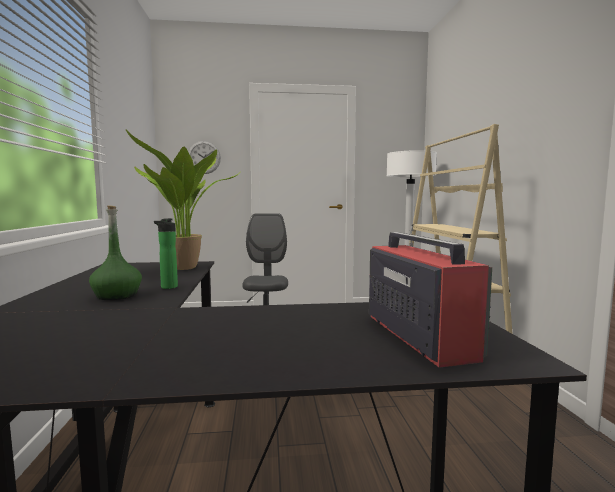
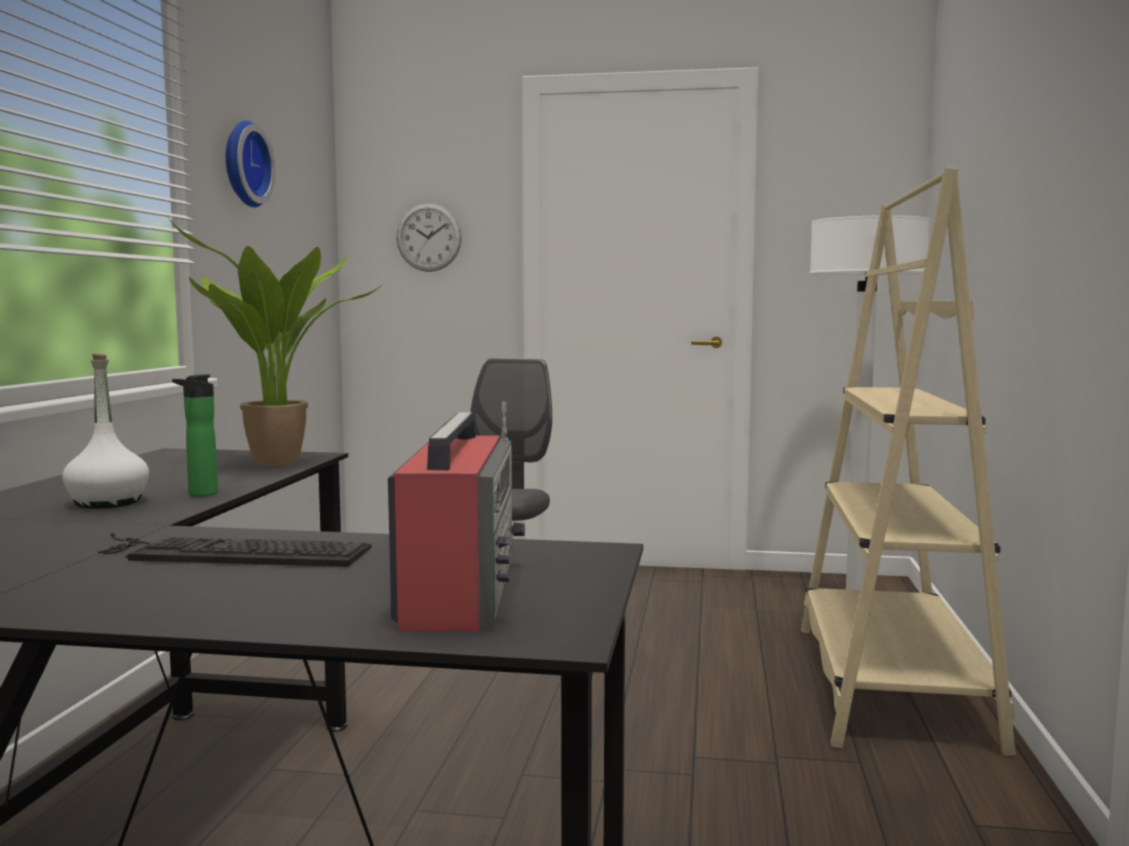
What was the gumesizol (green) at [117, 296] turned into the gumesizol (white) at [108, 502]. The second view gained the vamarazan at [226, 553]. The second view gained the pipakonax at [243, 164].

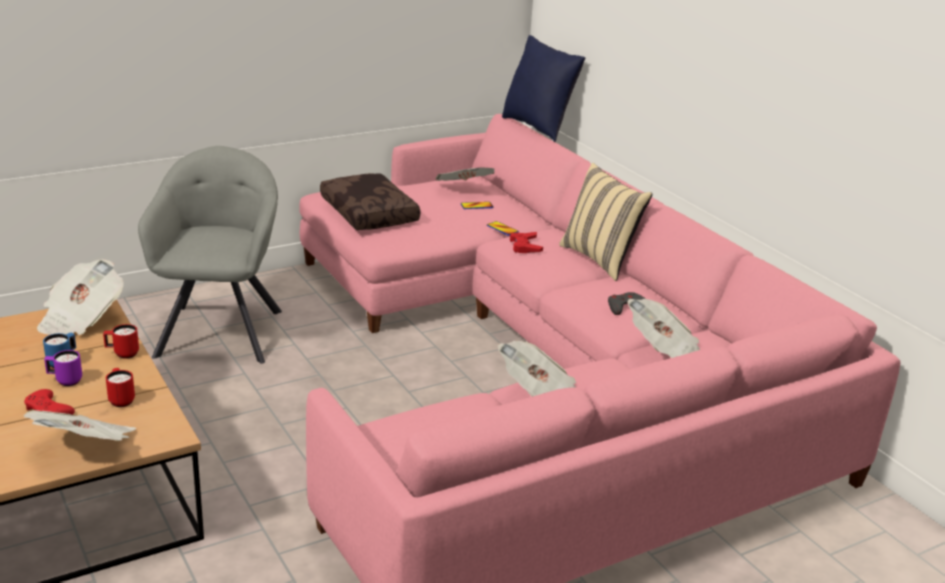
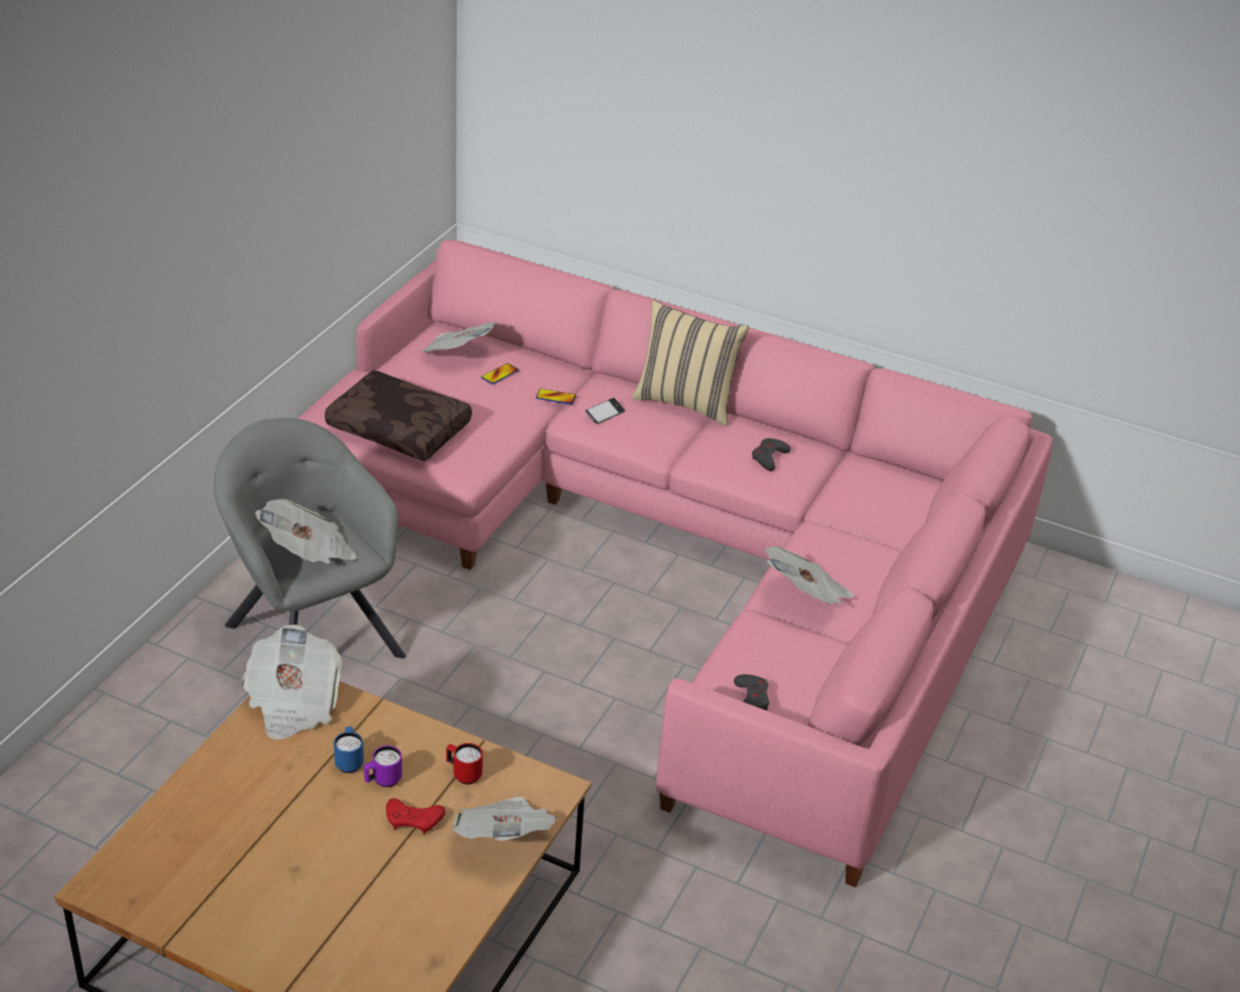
The second view lost the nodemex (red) at [122, 354]. The second view lost the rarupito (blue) at [538, 127]. Where the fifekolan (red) stood at [525, 246], the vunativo came to stand at [604, 414]. The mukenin ended up elsewhere, having gone from [664, 352] to [308, 553]. The second view gained the fifekolan (grey) at [750, 699].

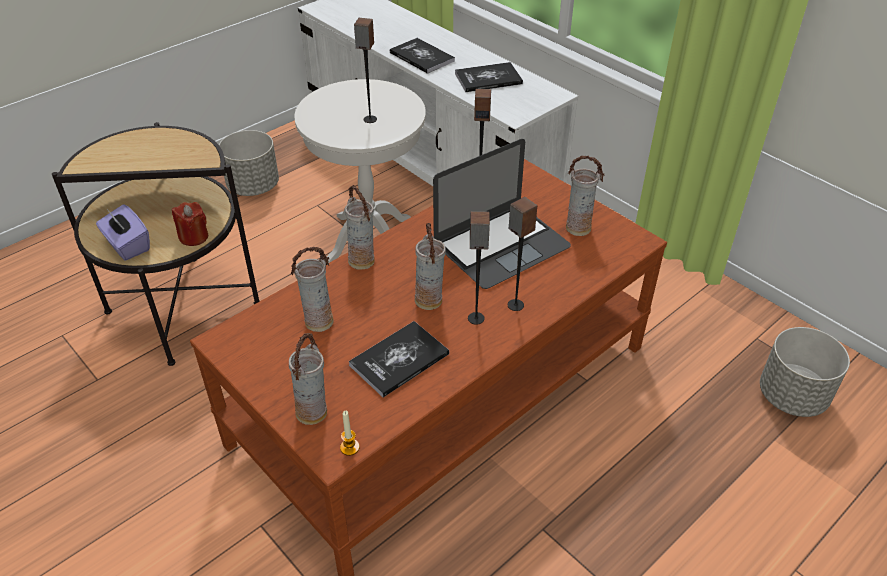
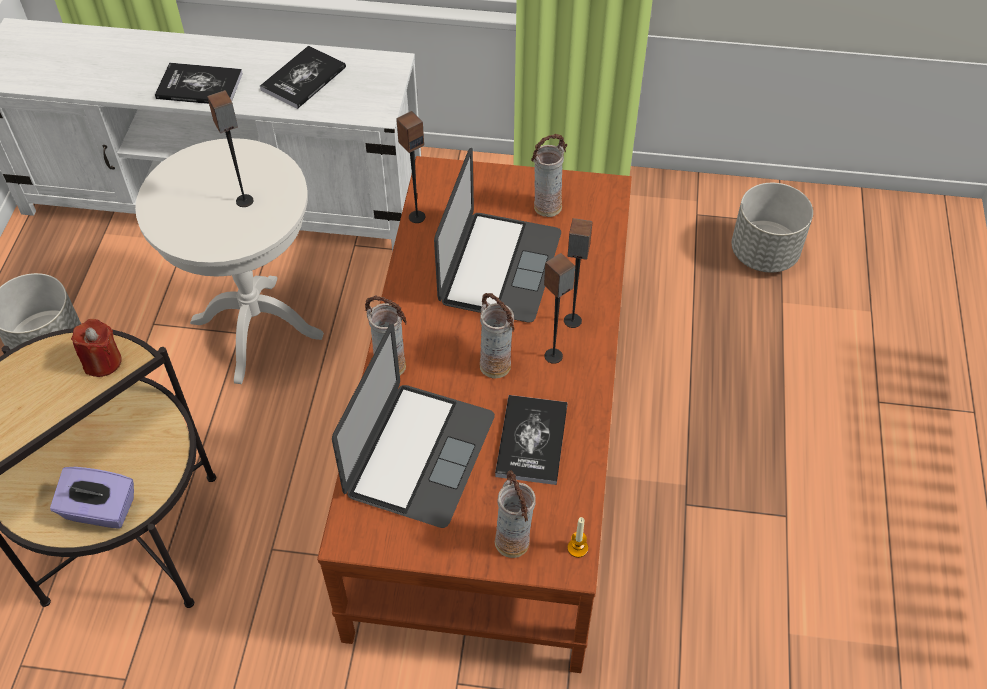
The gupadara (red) ended up elsewhere, having gone from [194, 237] to [102, 362]. Where the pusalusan stood at [318, 321], the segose came to stand at [419, 454].

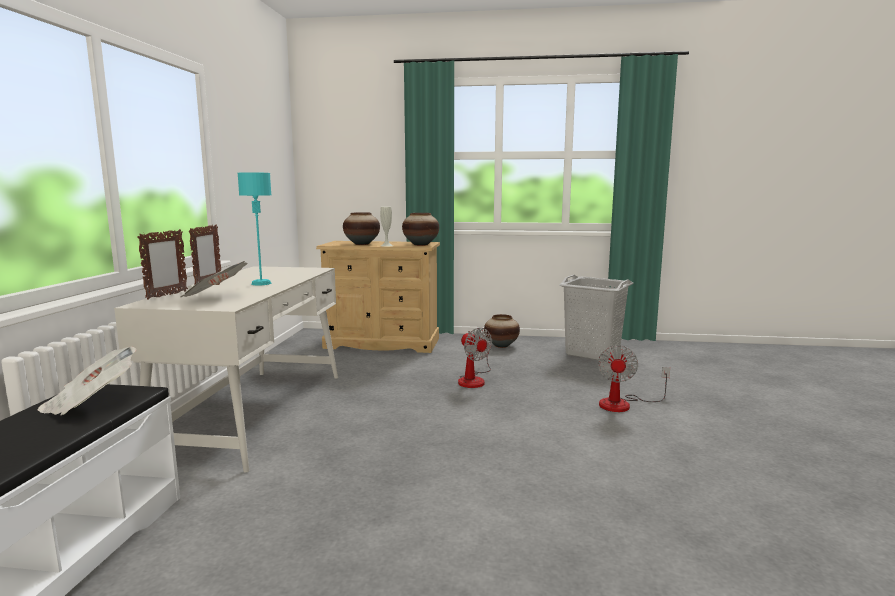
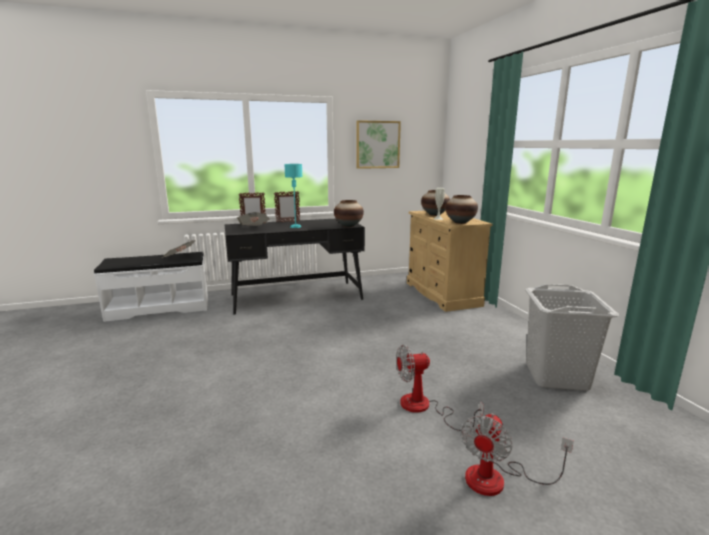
What was the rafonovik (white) at [256, 412] turned into the rafonovik (black) at [296, 297]. The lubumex ended up elsewhere, having gone from [474, 379] to [498, 479]. The pusalusan ended up elsewhere, having gone from [501, 345] to [348, 226]. The second view gained the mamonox at [377, 144].

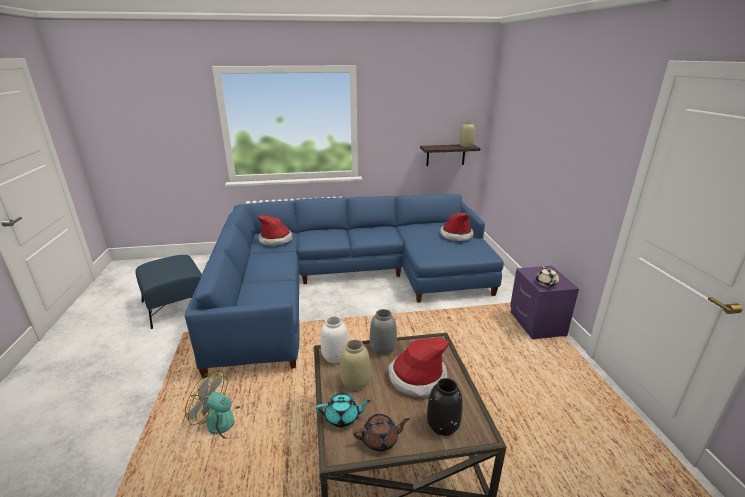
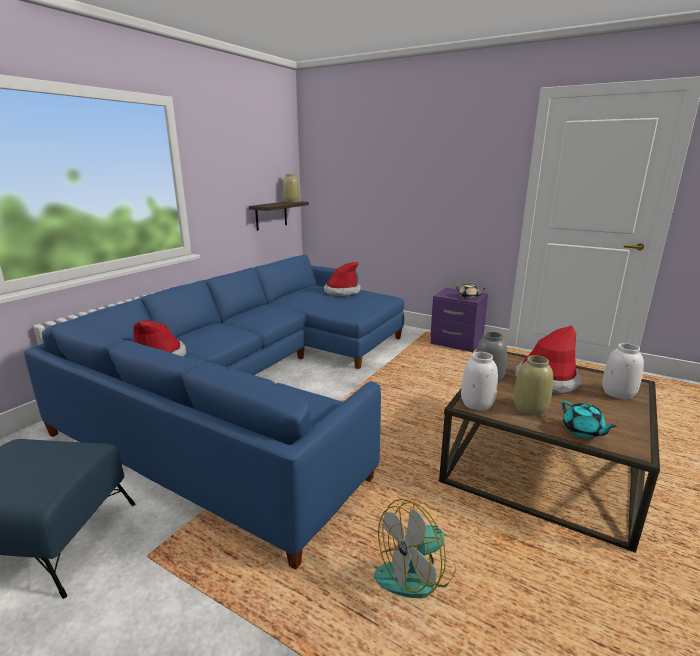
The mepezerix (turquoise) at [343, 417] ended up facing another way, 120 degrees clockwise from before. The second view lost the mepezerix (brown) at [380, 440]. What was the pusalusan (black) at [442, 424] turned into the pusalusan (white) at [617, 393].

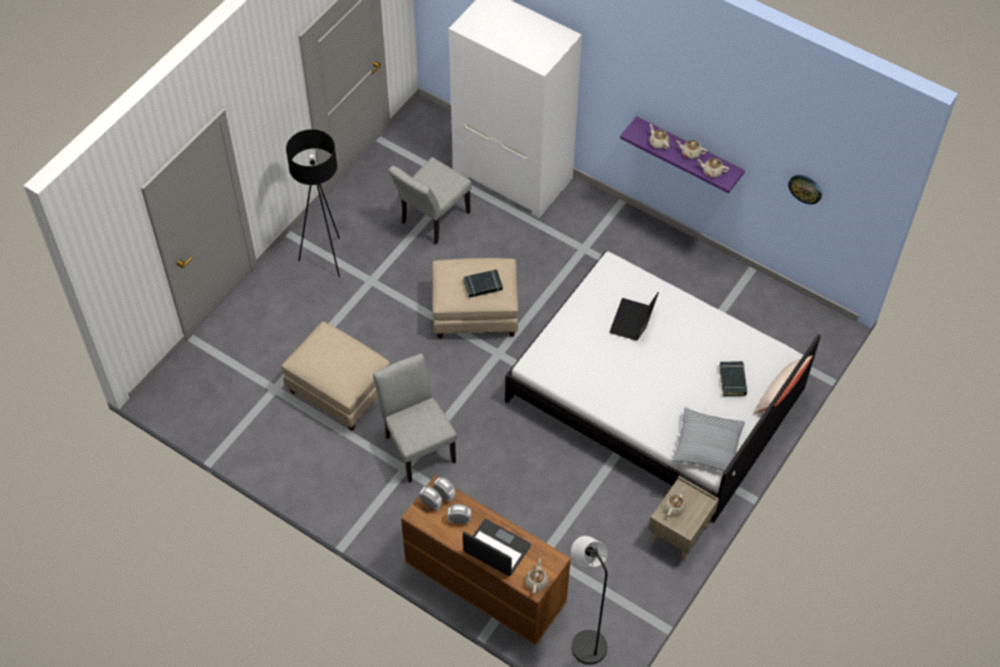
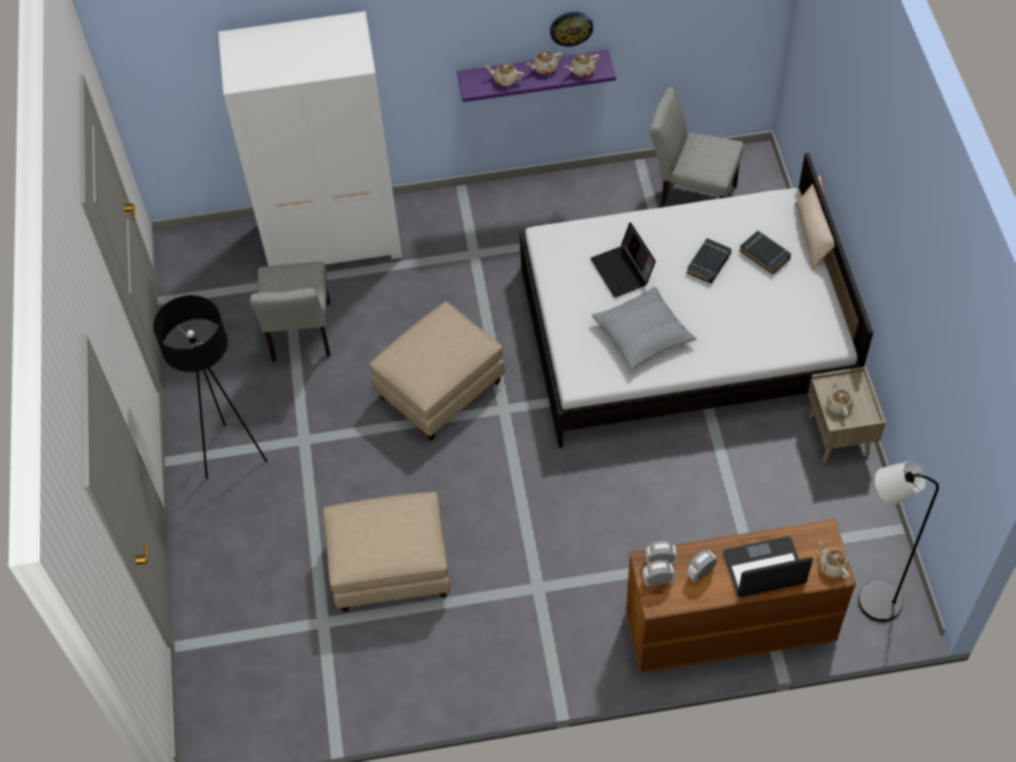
The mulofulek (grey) ended up elsewhere, having gone from [417, 444] to [691, 196]. The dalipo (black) ended up elsewhere, having gone from [483, 285] to [709, 263]. The rarupito ended up elsewhere, having gone from [707, 446] to [642, 334]. The pipakonax ended up elsewhere, having gone from [805, 188] to [571, 28].

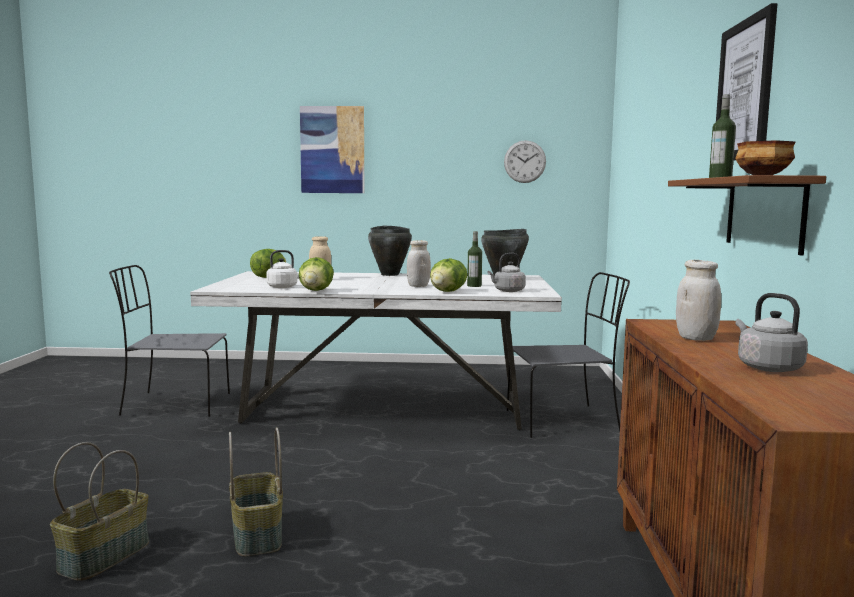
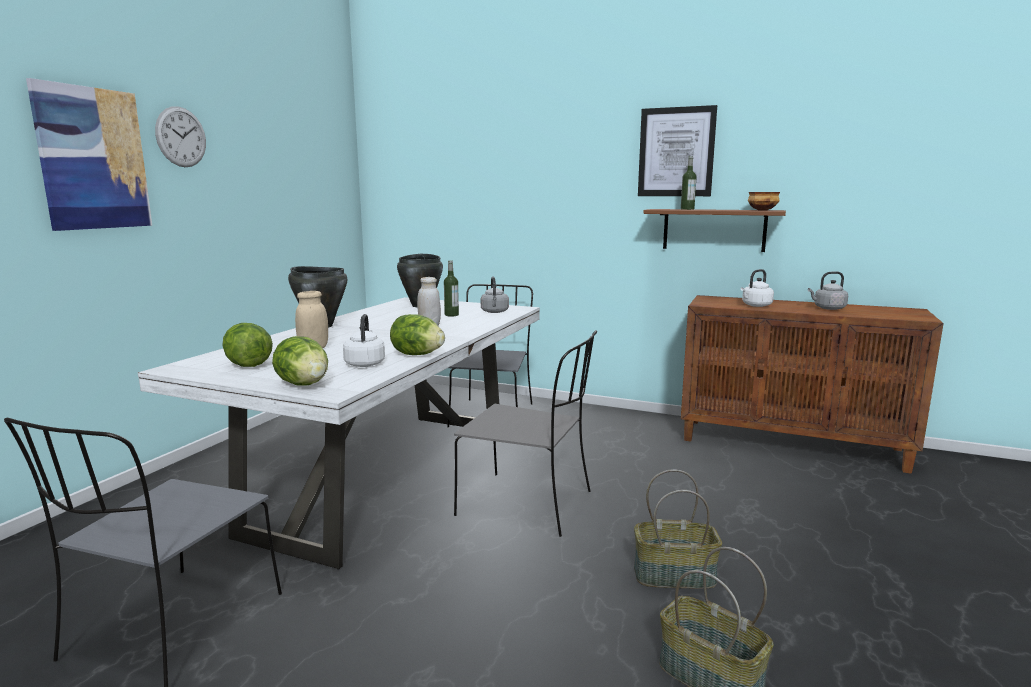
The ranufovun ended up elsewhere, having gone from [447, 292] to [304, 384]. The pipakonax ended up elsewhere, having gone from [525, 161] to [181, 137]. Where the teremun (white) stood at [696, 338], the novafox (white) came to stand at [755, 305]. The second view gained the mulofulek (grey) at [528, 504].

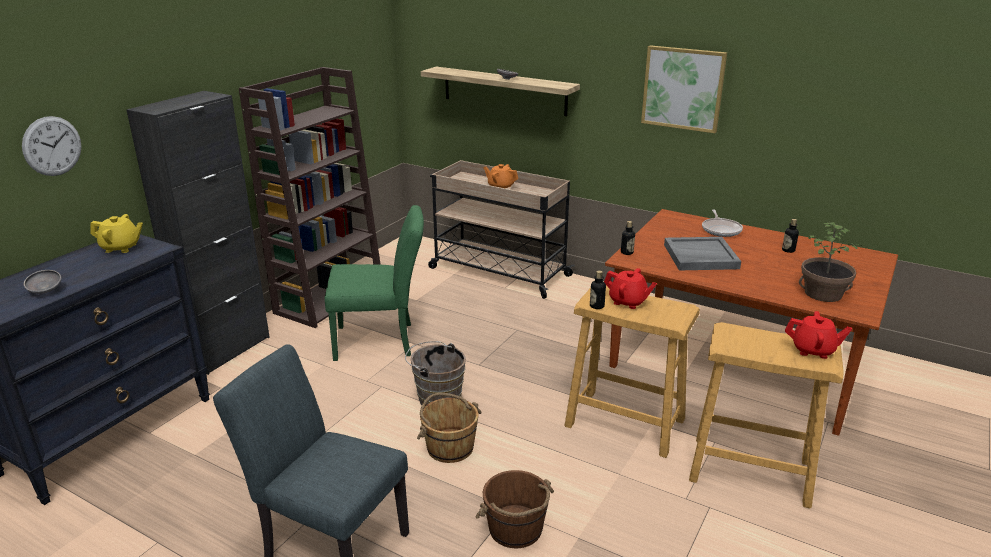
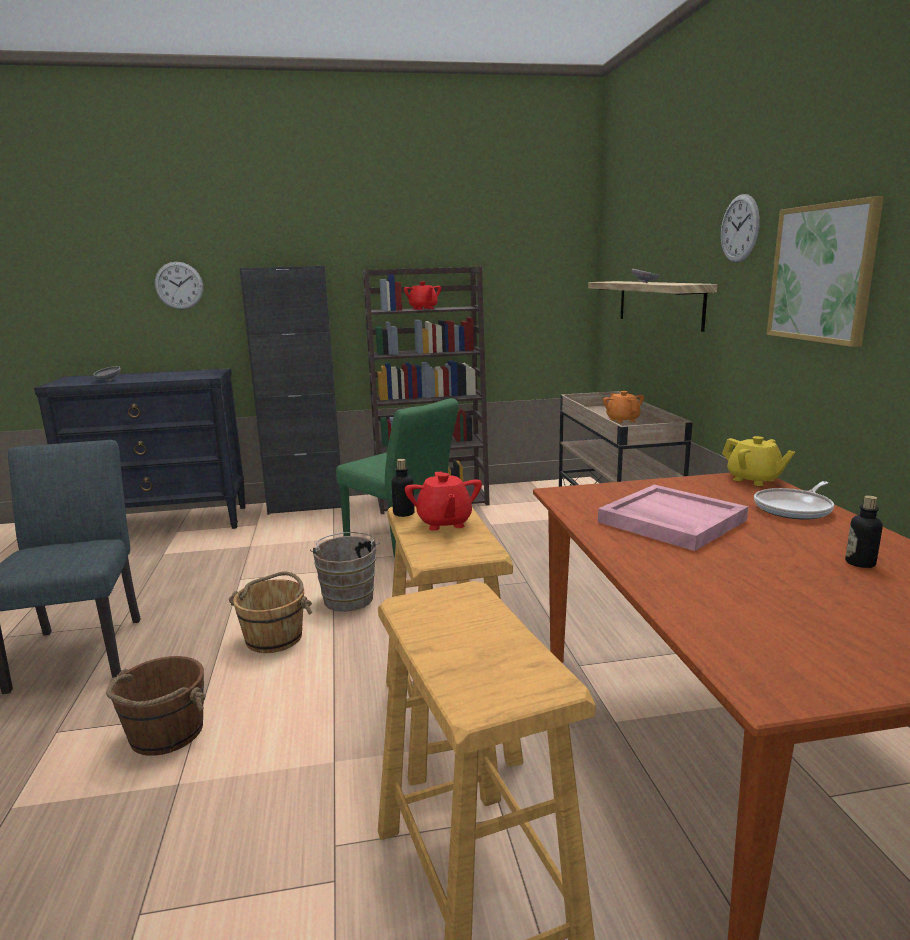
The mepezerix (yellow) ended up elsewhere, having gone from [121, 248] to [754, 480]. The second view lost the gumesizol at [627, 252]. What was the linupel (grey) at [700, 257] turned into the linupel (pink) at [670, 521]. The mepezerix (red) ended up elsewhere, having gone from [813, 350] to [423, 309]. The second view lost the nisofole at [823, 294]. The second view gained the pipakonax at [739, 228].

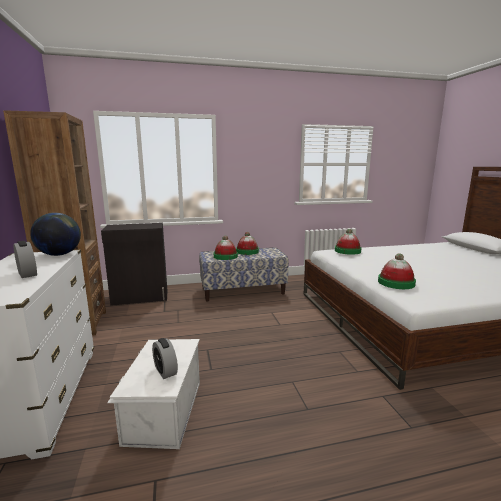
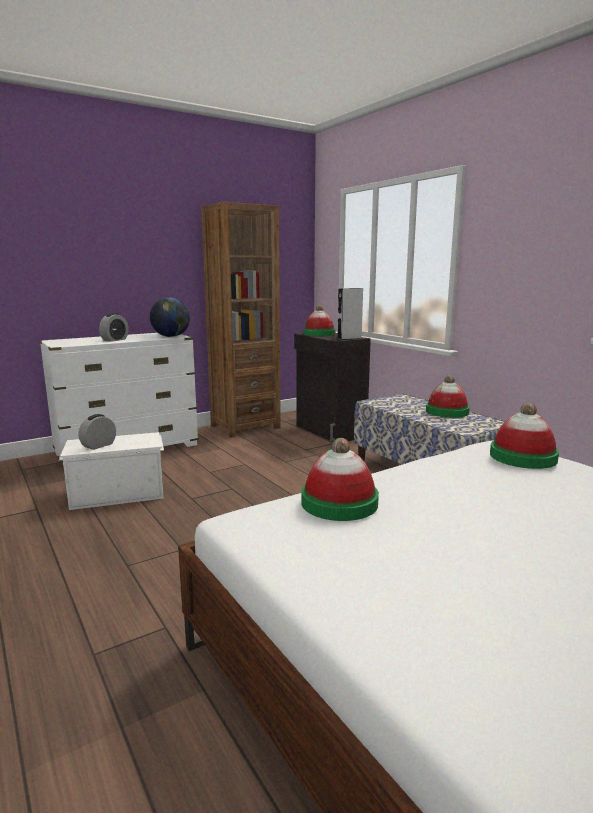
The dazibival ended up elsewhere, having gone from [225, 256] to [319, 334]. The second view gained the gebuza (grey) at [349, 338].

